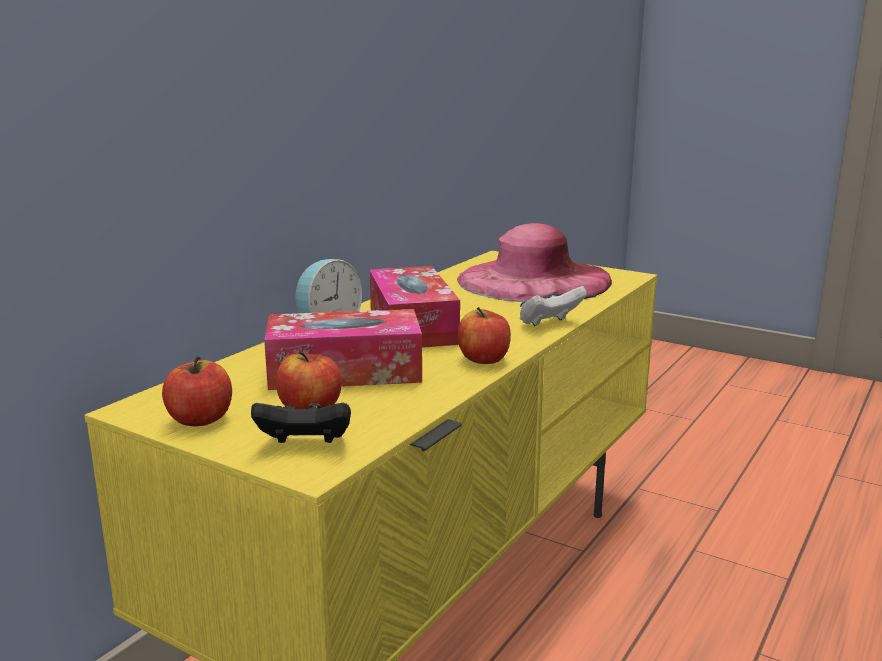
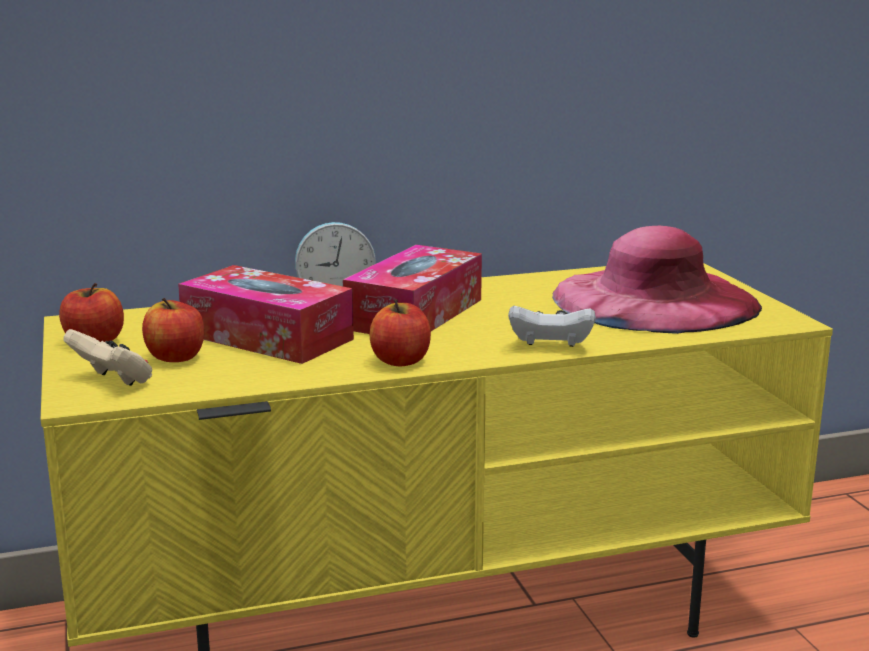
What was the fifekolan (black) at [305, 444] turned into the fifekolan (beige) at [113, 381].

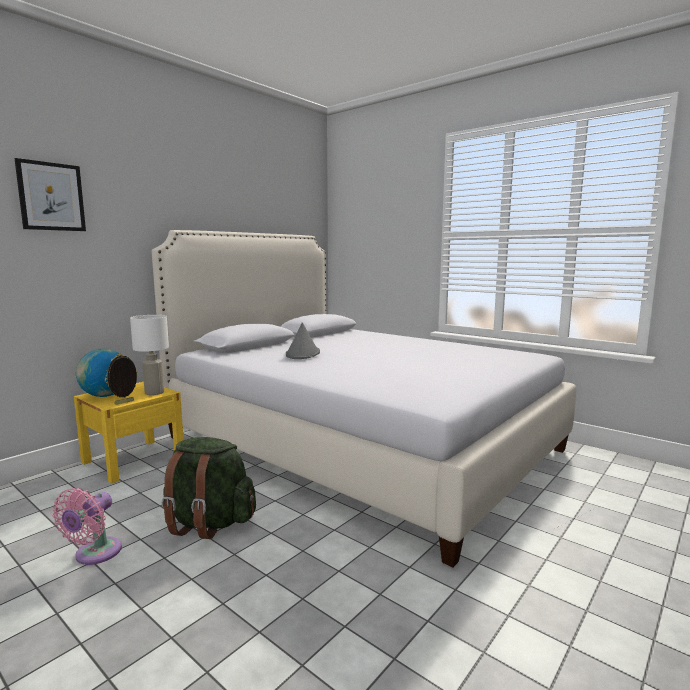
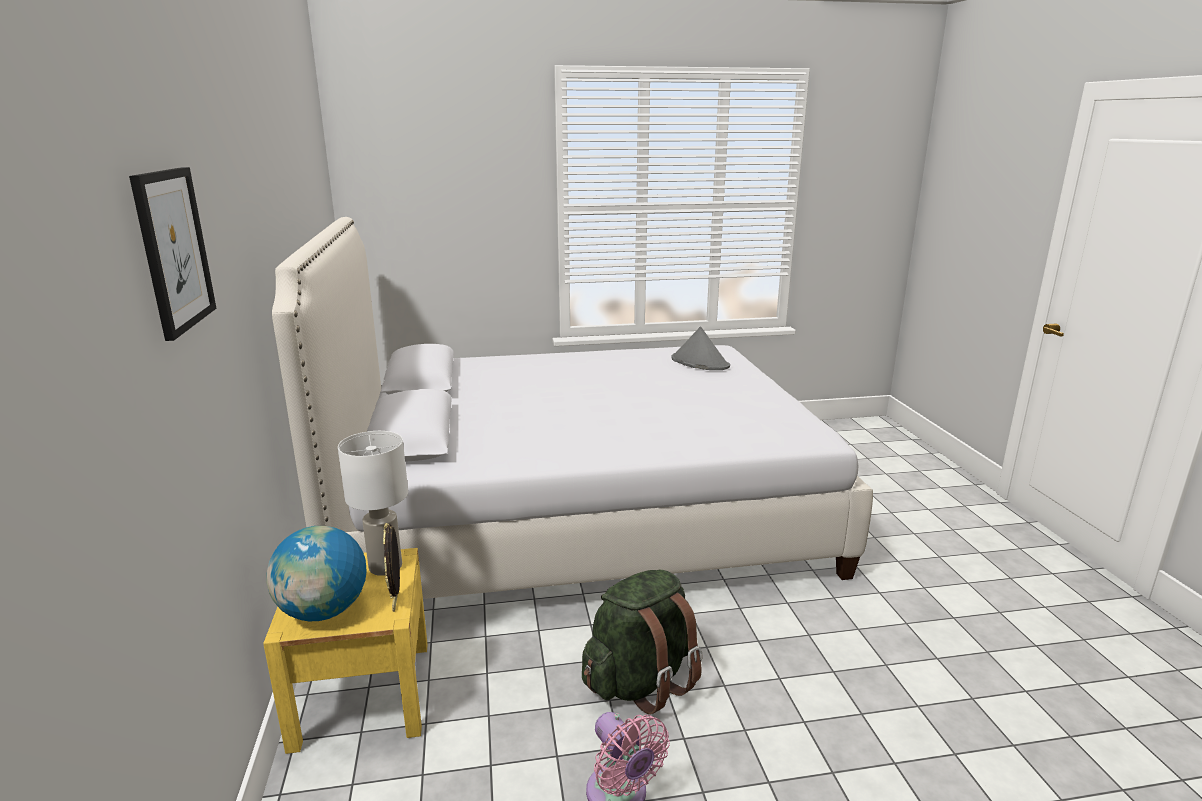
The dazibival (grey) ended up elsewhere, having gone from [302, 354] to [699, 362].

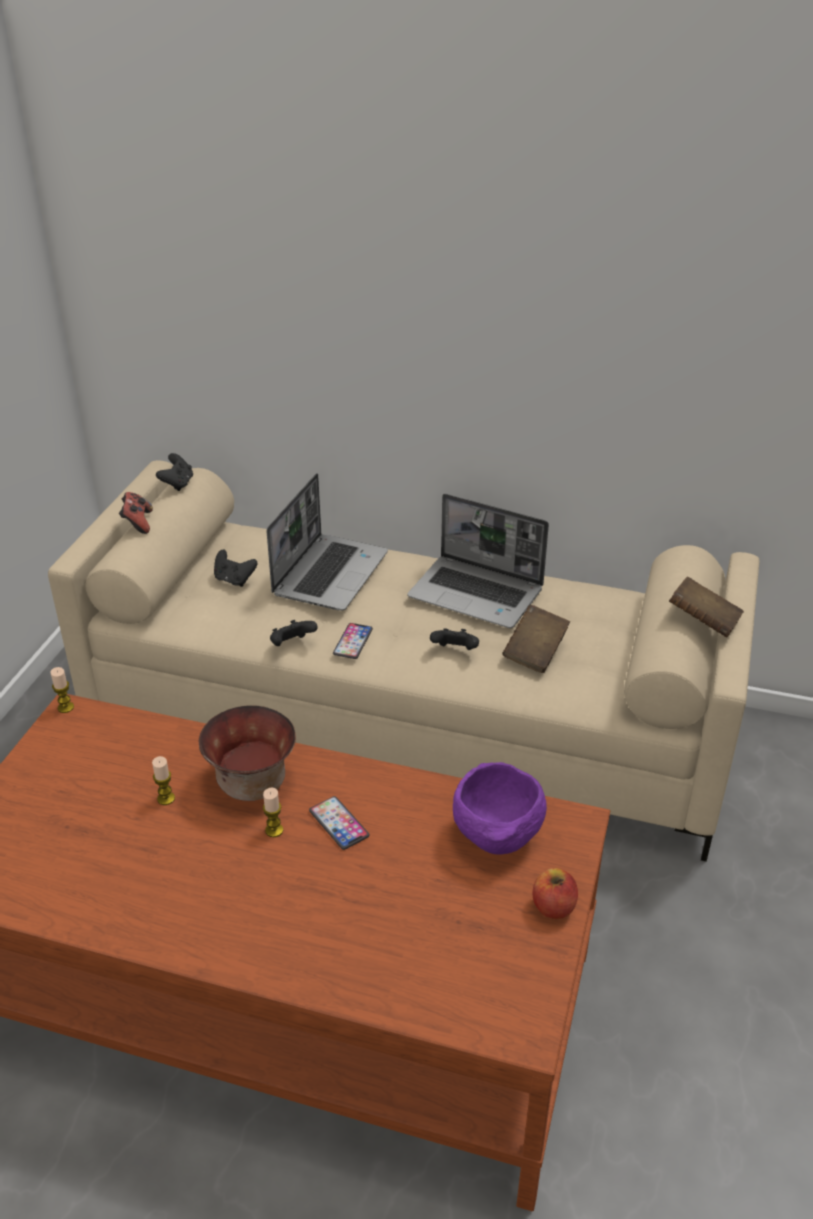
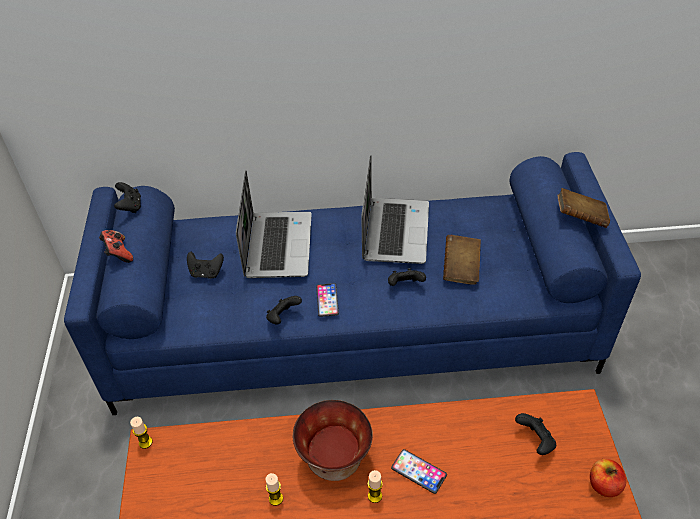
What was the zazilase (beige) at [409, 718] turned into the zazilase (blue) at [354, 328]. The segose at [477, 594] ended up facing another way, 90 degrees counterclockwise from before. Where the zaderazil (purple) stood at [497, 838], the fifekolan (black) came to stand at [535, 441].

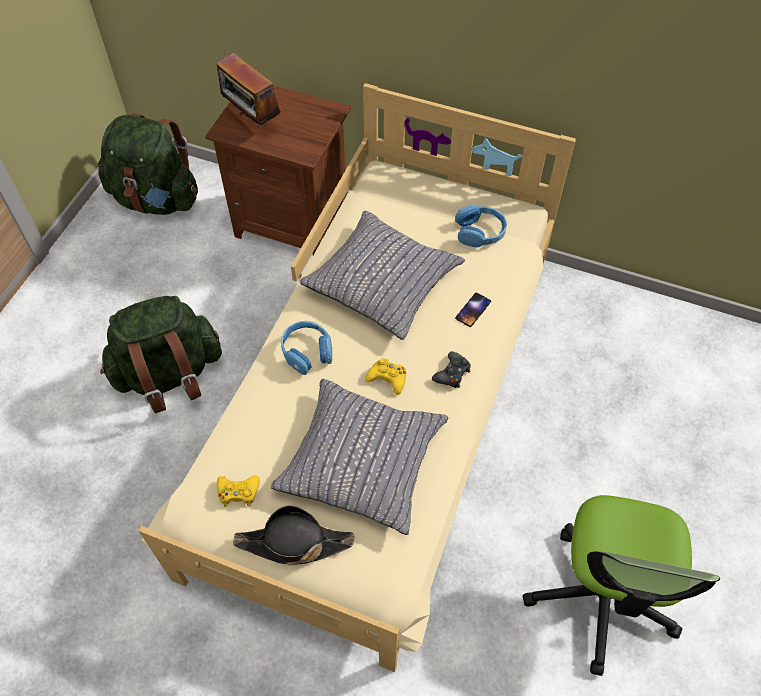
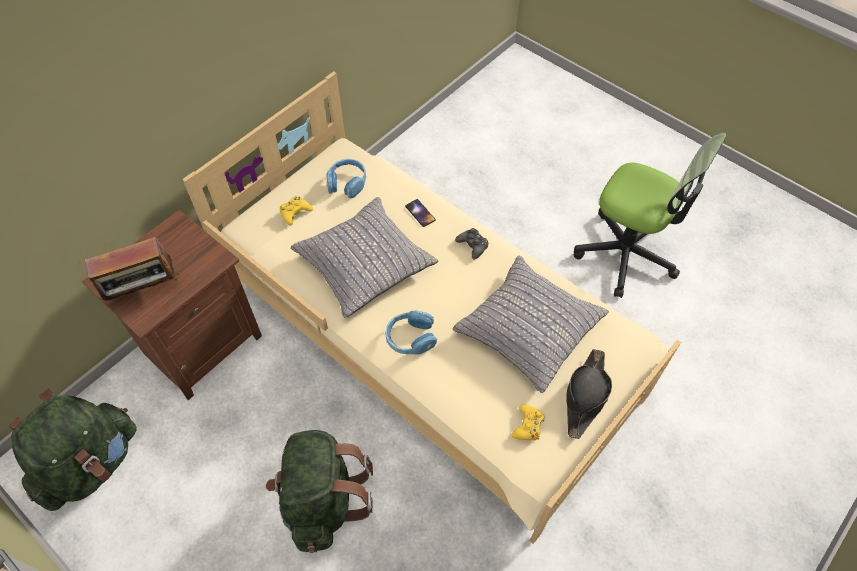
The fifekolan (yellow) ended up elsewhere, having gone from [388, 378] to [295, 213].

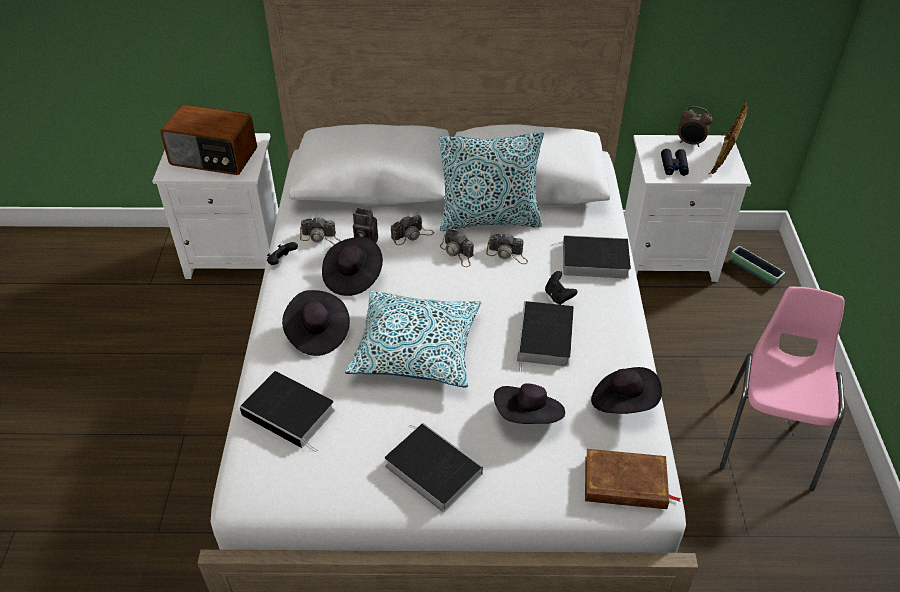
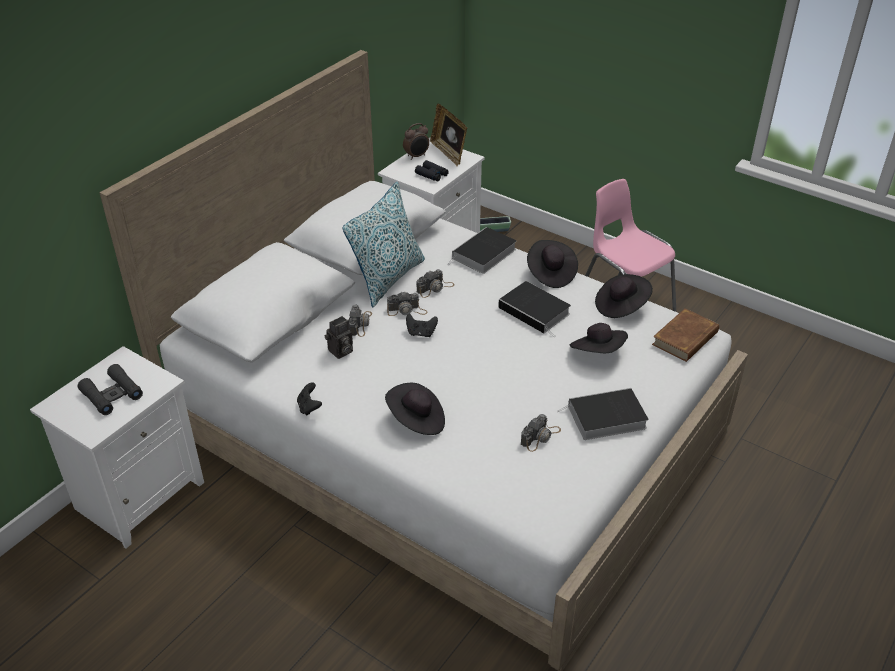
Where the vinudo stood at [213, 158], the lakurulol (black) came to stand at [112, 394]. The second view lost the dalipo at [291, 413]. The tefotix ended up elsewhere, having gone from [321, 237] to [540, 436]. The dazibival (black) ended up elsewhere, having gone from [353, 277] to [550, 273]. The second view lost the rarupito at [416, 349]. The fifekolan (black) ended up elsewhere, having gone from [558, 296] to [421, 333].

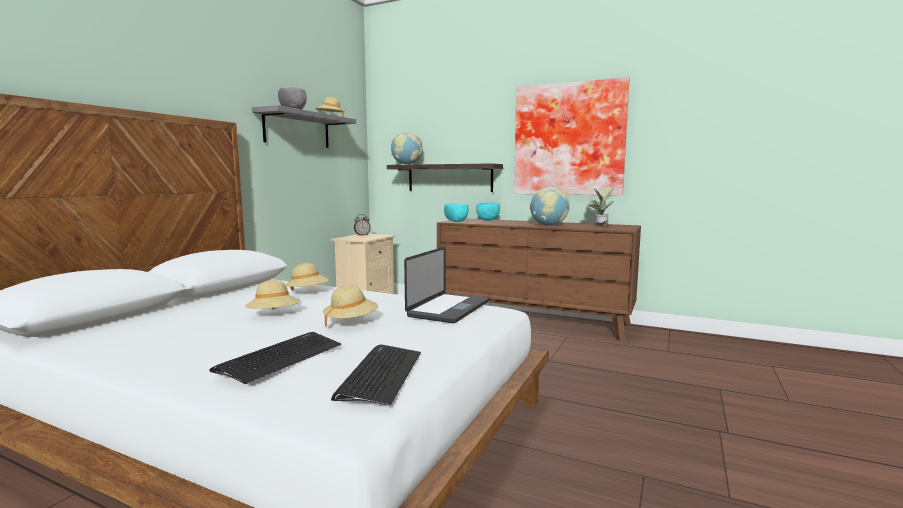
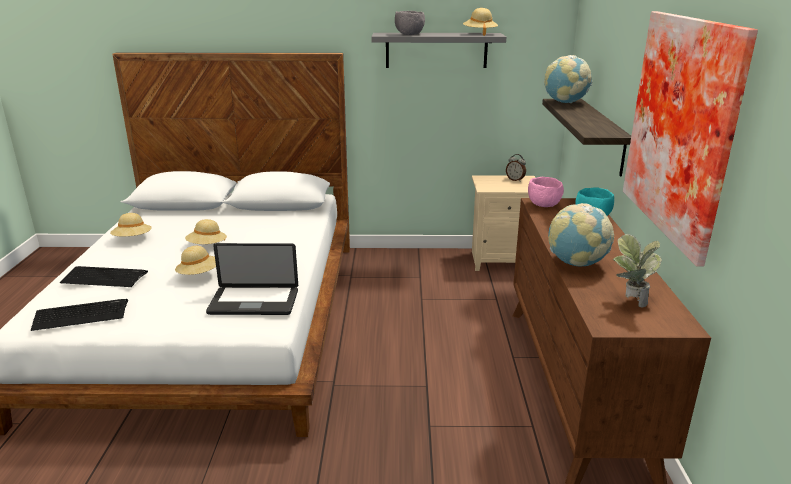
The dazibival (beige) ended up elsewhere, having gone from [308, 293] to [133, 239]. What was the zaderazil (turquoise) at [456, 221] turned into the zaderazil (pink) at [542, 205].

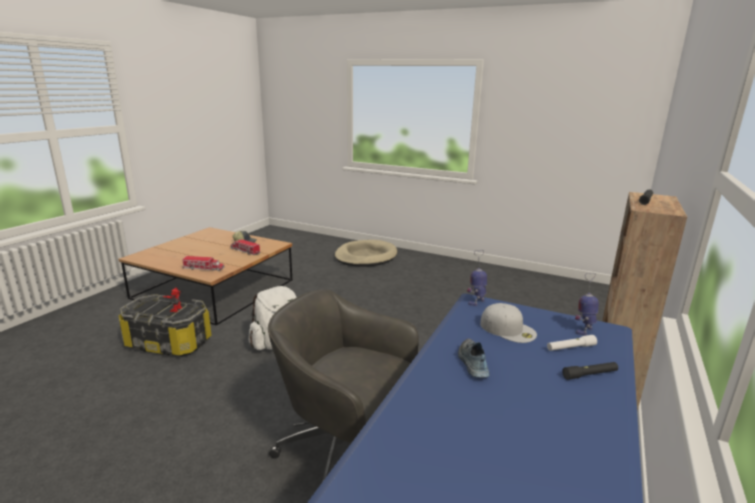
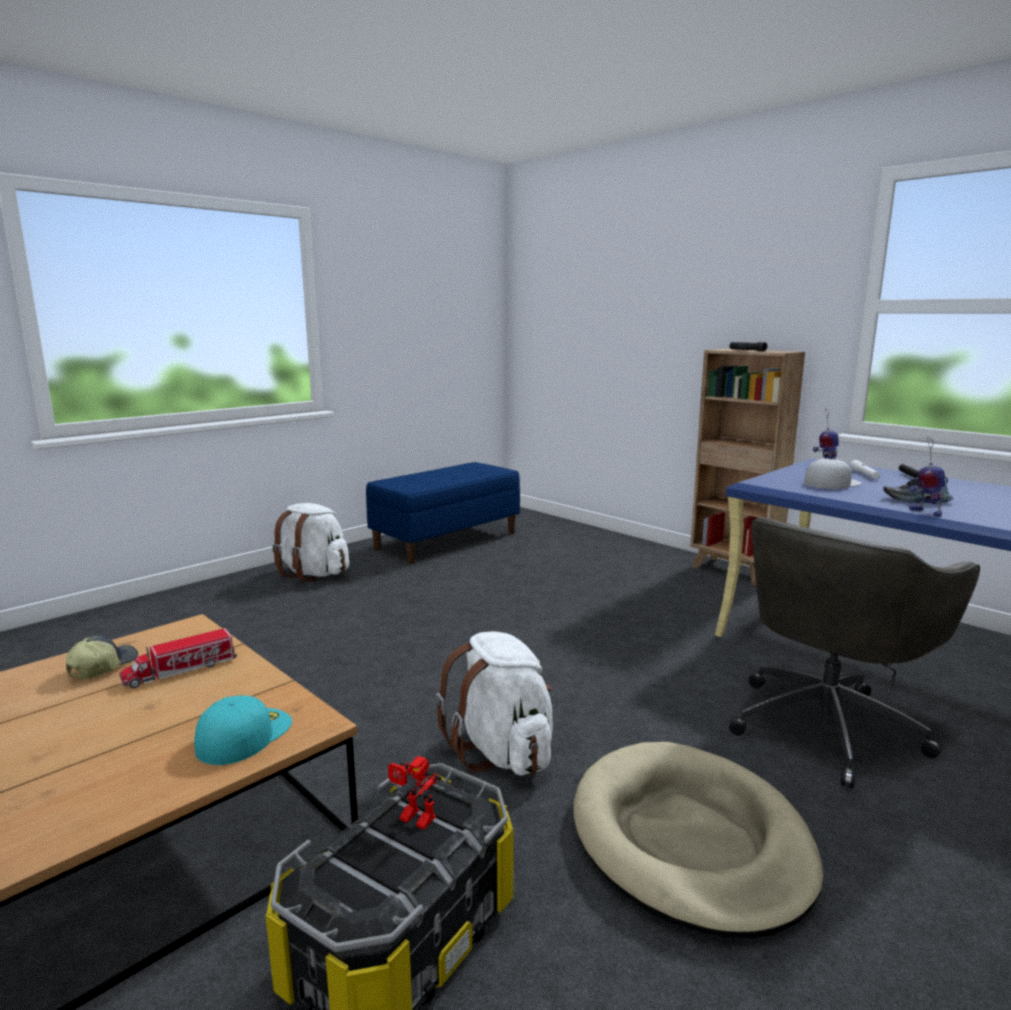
Where the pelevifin stood at [204, 268], the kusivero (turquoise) came to stand at [244, 734]. The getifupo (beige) ended up elsewhere, having gone from [366, 256] to [690, 840]. The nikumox ended up elsewhere, having gone from [477, 301] to [925, 512]. The second view gained the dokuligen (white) at [314, 574]. The second view gained the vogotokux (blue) at [446, 540].

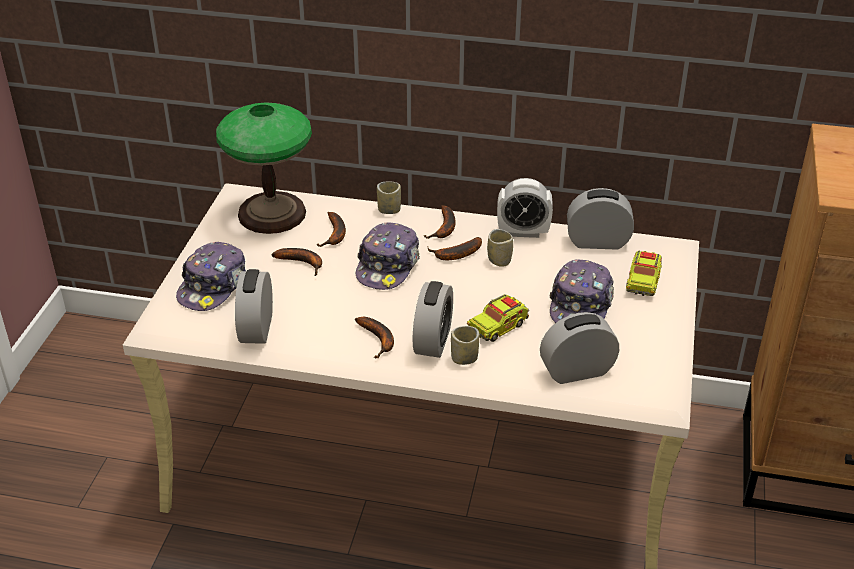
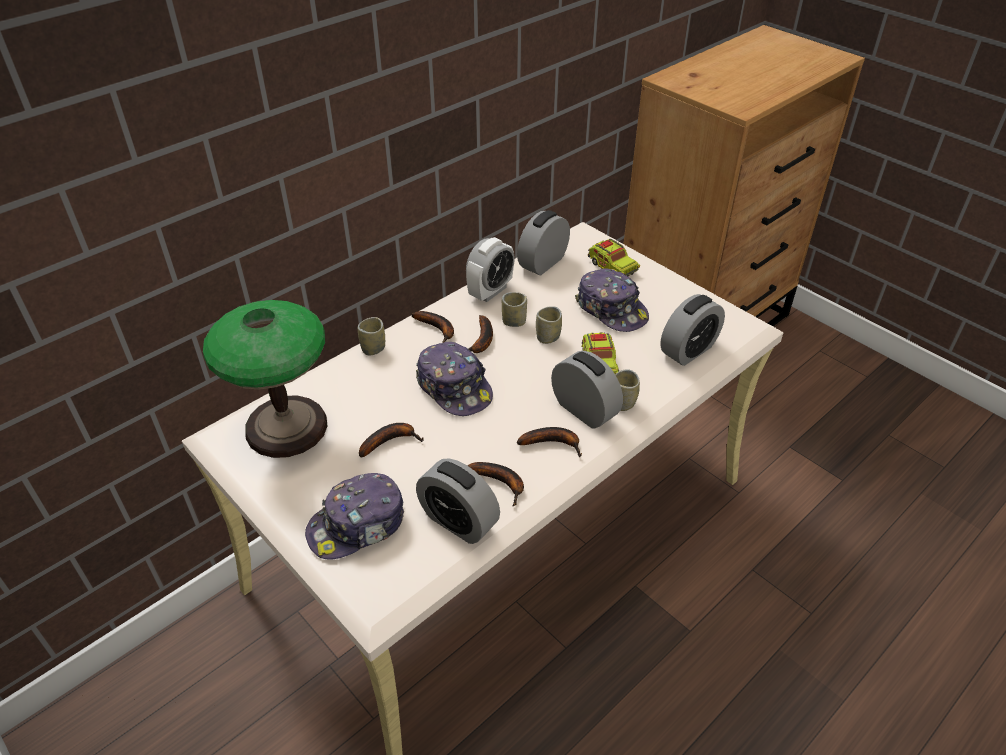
The kusivero at [213, 286] ended up facing another way, 90 degrees clockwise from before. The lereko ended up elsewhere, having gone from [335, 235] to [501, 483]. The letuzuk at [577, 371] ended up facing another way, 150 degrees counterclockwise from before. The second view gained the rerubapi at [548, 337].

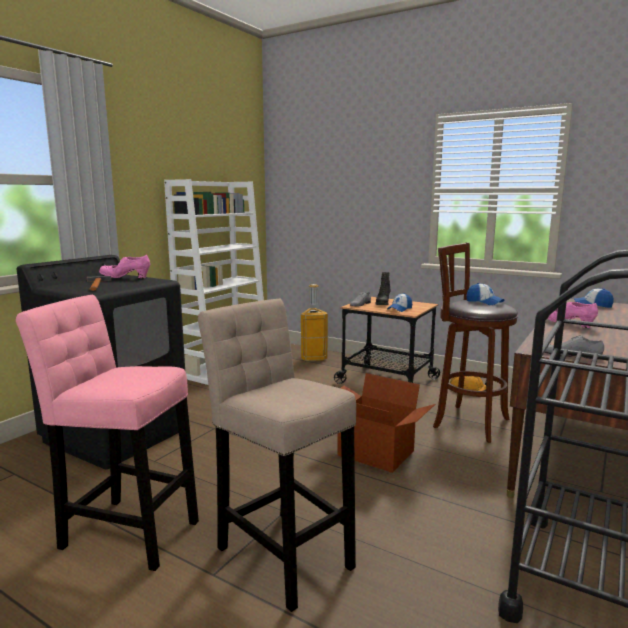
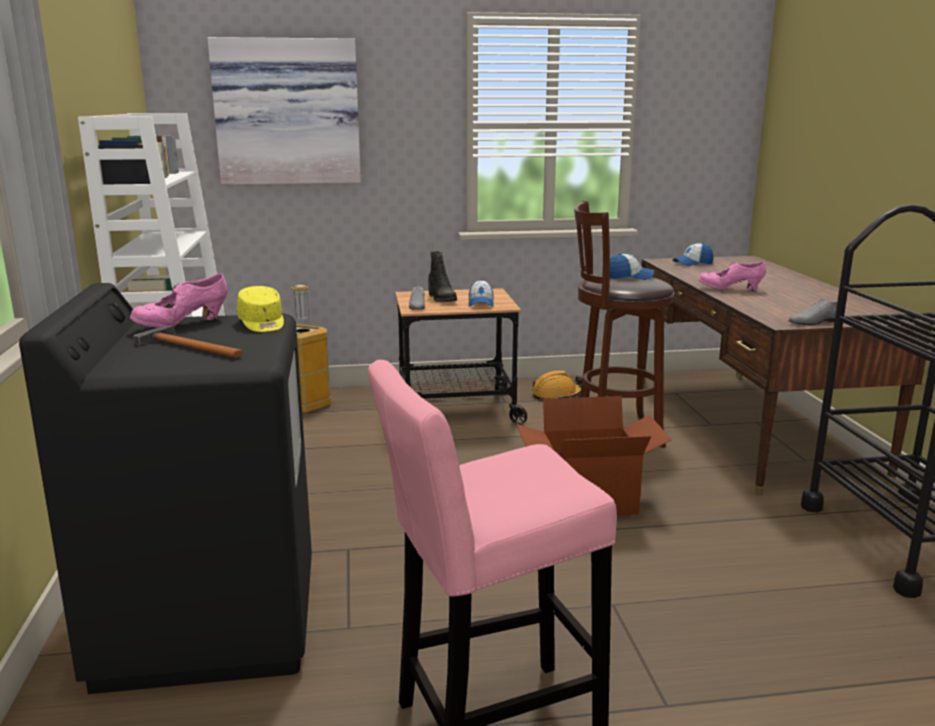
The second view lost the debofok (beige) at [281, 552]. The second view gained the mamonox at [287, 112]. The second view gained the kusivero (yellow) at [262, 323].

